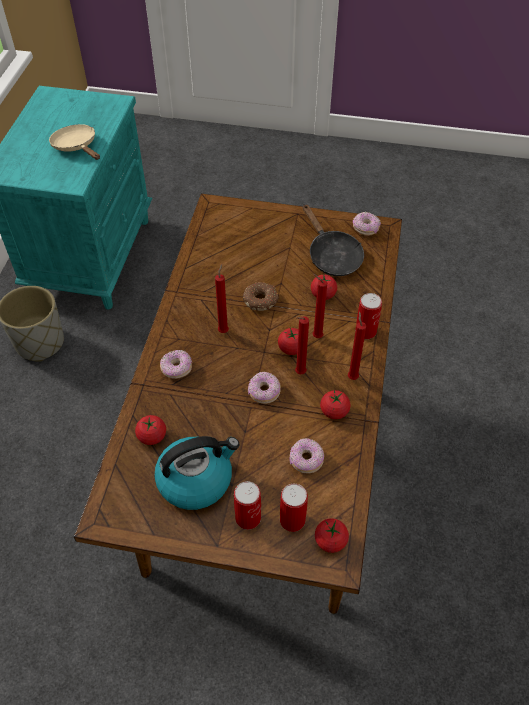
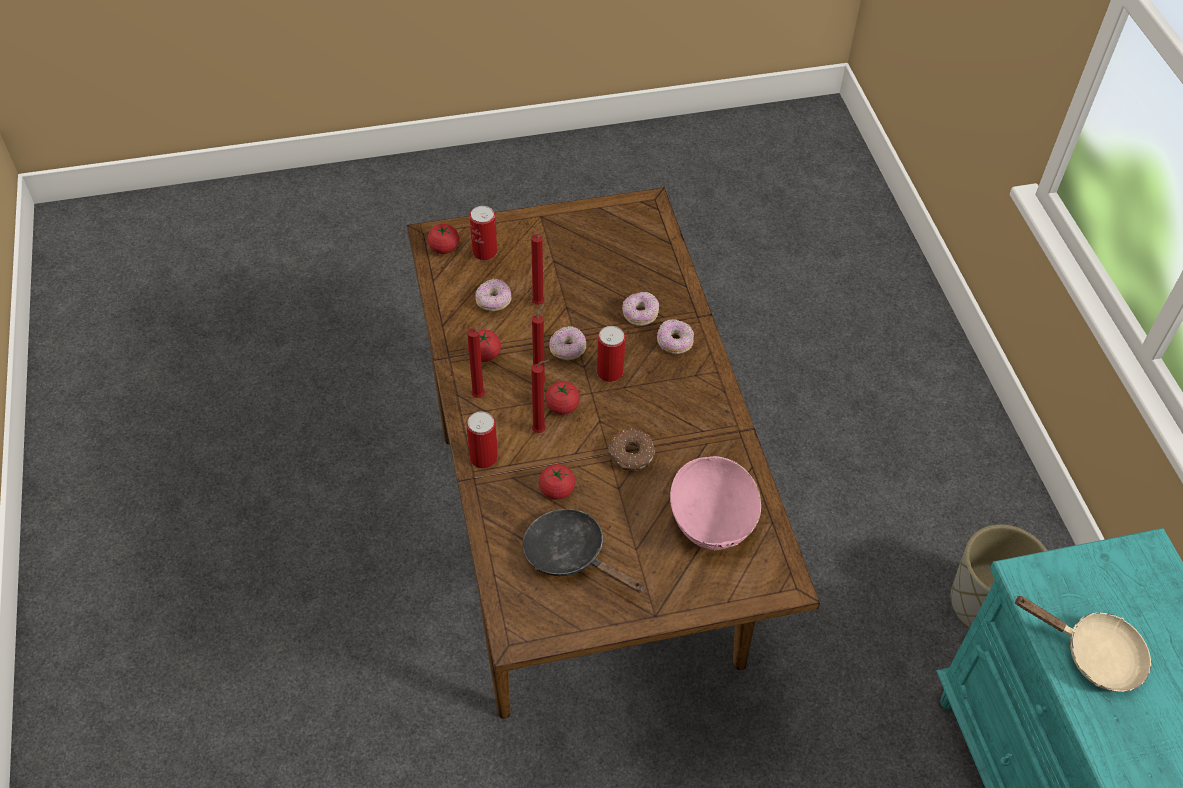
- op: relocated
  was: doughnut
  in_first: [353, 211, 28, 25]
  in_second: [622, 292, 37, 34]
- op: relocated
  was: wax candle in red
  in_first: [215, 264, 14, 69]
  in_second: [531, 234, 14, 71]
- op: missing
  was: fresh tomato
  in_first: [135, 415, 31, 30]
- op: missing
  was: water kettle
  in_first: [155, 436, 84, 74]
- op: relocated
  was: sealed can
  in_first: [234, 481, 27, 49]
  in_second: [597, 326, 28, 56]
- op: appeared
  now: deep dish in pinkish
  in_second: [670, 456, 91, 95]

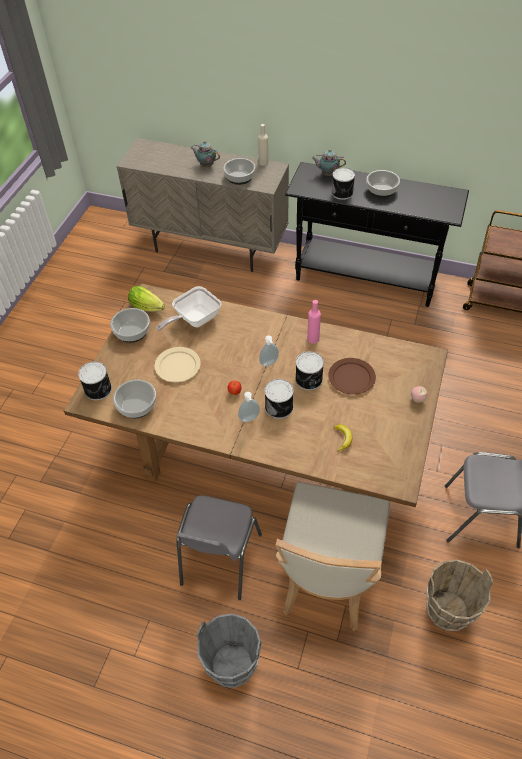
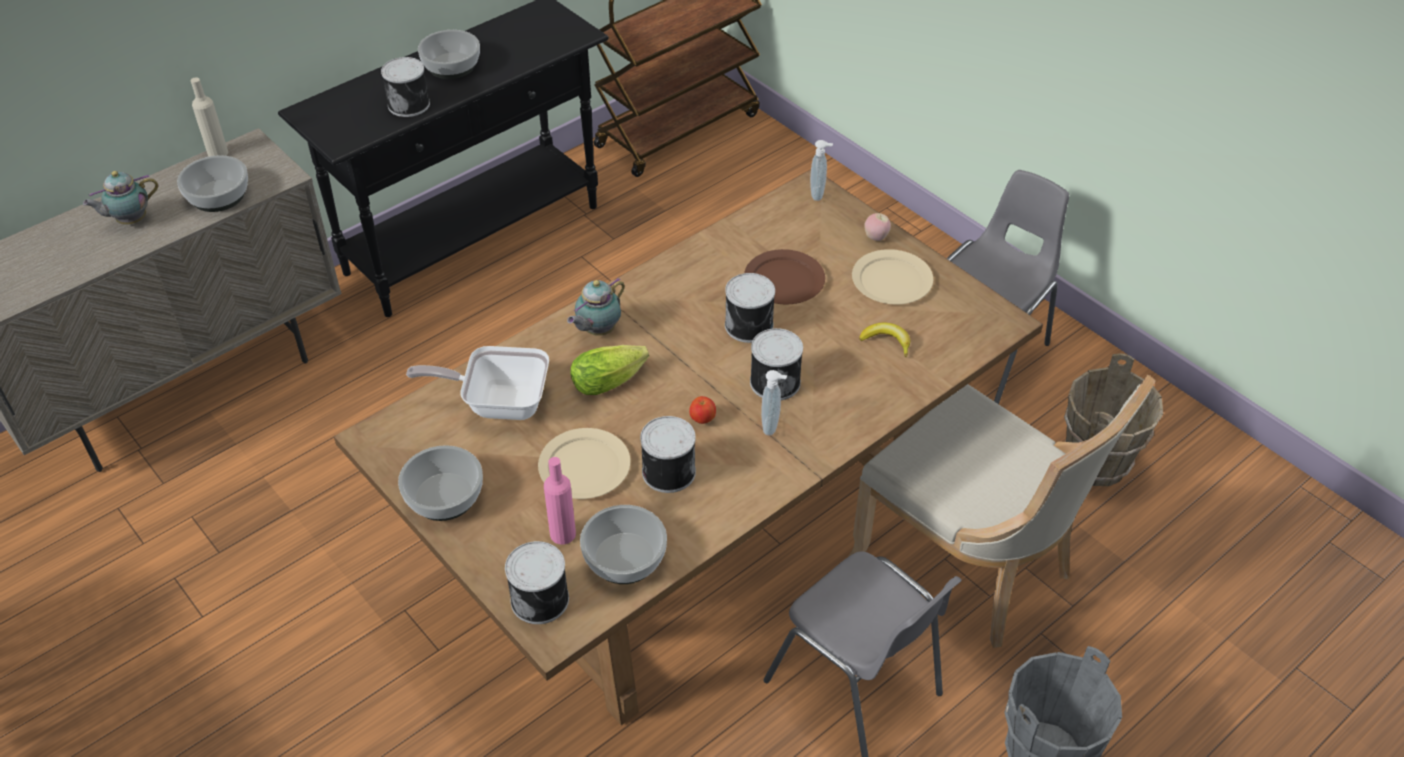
- op: relocated
  was: tea pot
  in_first: [312, 149, 34, 27]
  in_second: [567, 278, 58, 58]
- op: relocated
  was: lettuce
  in_first: [128, 286, 37, 26]
  in_second: [570, 345, 79, 50]
- op: spun
  was: skillet
  in_first: [156, 286, 65, 45]
  in_second: [406, 346, 143, 74]
  clockwise: 105
- op: relocated
  was: drink bottle in pinkish
  in_first: [307, 300, 14, 44]
  in_second: [544, 457, 32, 87]
- op: relocated
  was: liquid soap bottle
  in_first: [259, 335, 20, 32]
  in_second: [810, 140, 23, 61]
- op: appeared
  now: flat dish in beige
  in_second: [852, 249, 81, 55]
- op: appeared
  now: sealed can
  in_second: [640, 416, 56, 77]

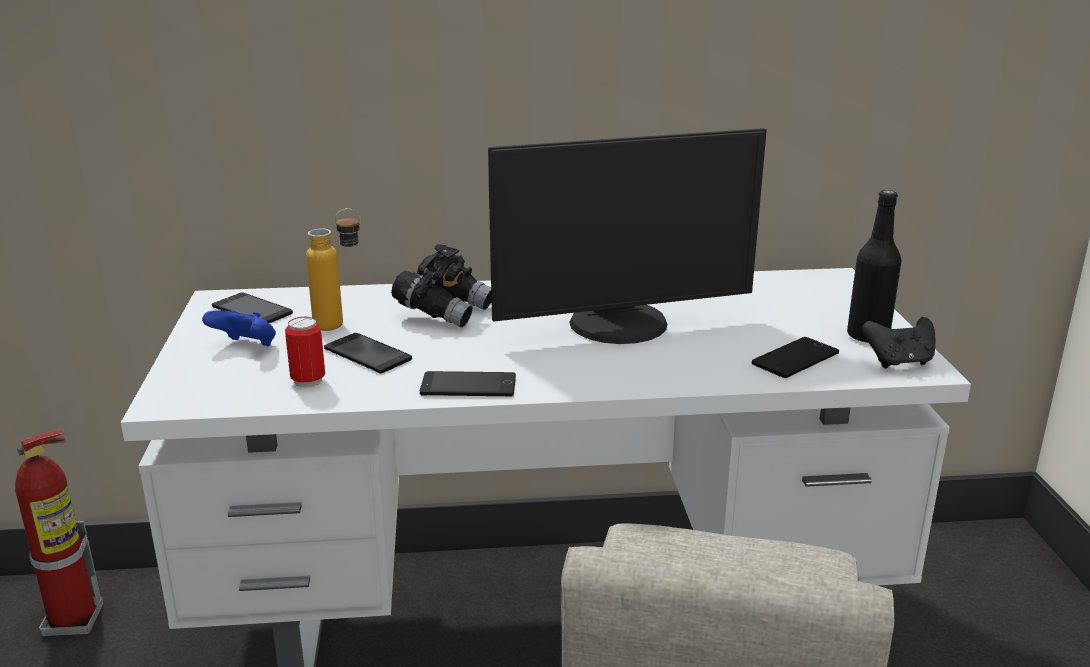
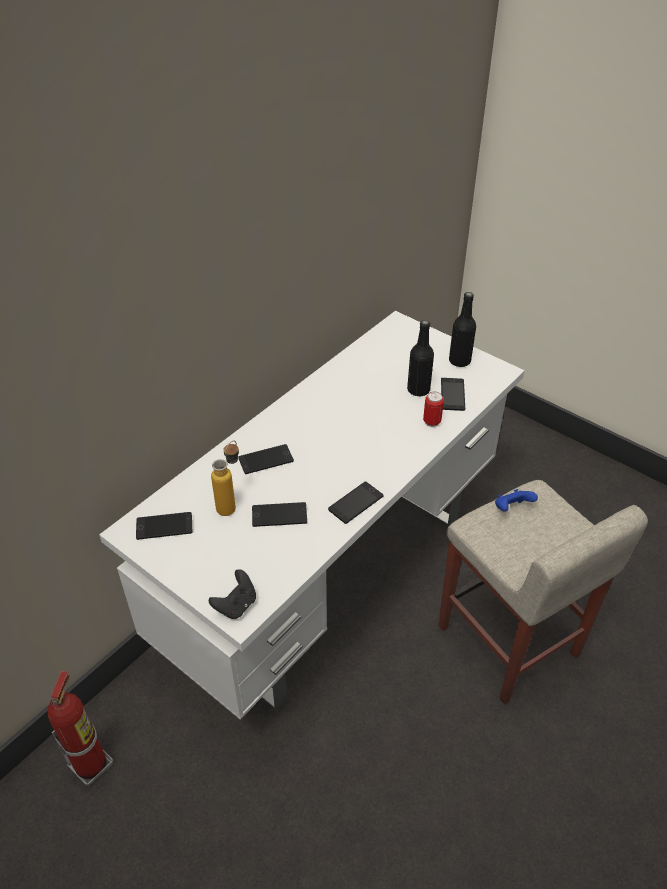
- op: missing
  was: computer display
  in_first: [488, 128, 279, 216]
- op: exchanged
  was: binoculars in black-coloured
  now: phone
  in_first: [391, 244, 101, 84]
  in_second: [239, 444, 55, 30]
- op: relocated
  was: game controller in bluish
  in_first: [202, 310, 74, 36]
  in_second: [495, 489, 43, 22]
- op: relocated
  was: sealed can
  in_first: [285, 317, 40, 71]
  in_second: [423, 392, 21, 35]
- op: relocated
  was: game controller in black-coloured
  in_first: [862, 317, 73, 51]
  in_second: [209, 569, 47, 50]
- op: appeared
  now: drink bottle in black-coloured
  in_second: [407, 320, 27, 76]

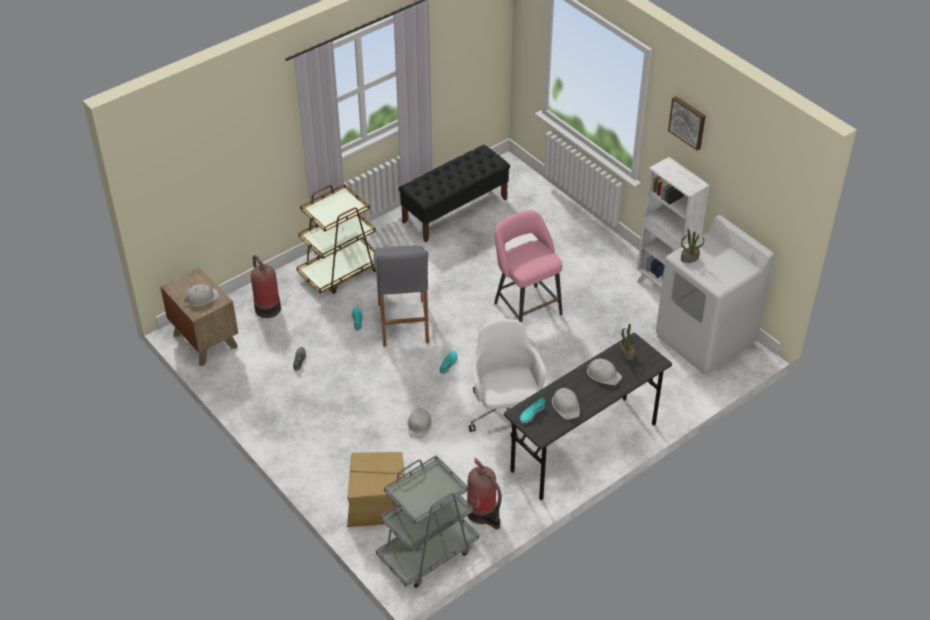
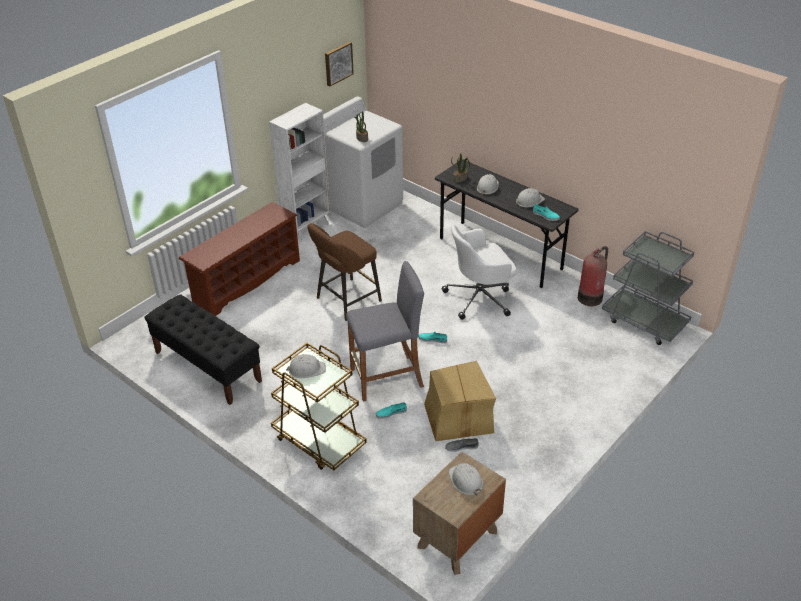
- op: relocated
  was: wall picture
  in_first: [668, 96, 37, 55]
  in_second: [325, 42, 29, 44]
- op: colour
  was: sitting stool in pinkish
  now: sitting stool in brownish
  in_first: [494, 211, 68, 112]
  in_second: [308, 223, 74, 98]
- op: missing
  was: fire-fighting cylinder
  in_first: [251, 255, 30, 63]
- op: relocated
  was: work helmet in white
  in_first: [407, 408, 25, 30]
  in_second: [286, 354, 40, 24]
- op: relocated
  was: packing box
  in_first: [347, 452, 58, 75]
  in_second: [424, 361, 72, 80]
- op: appeared
  now: shoe stand in brownish
  in_second: [179, 202, 121, 114]

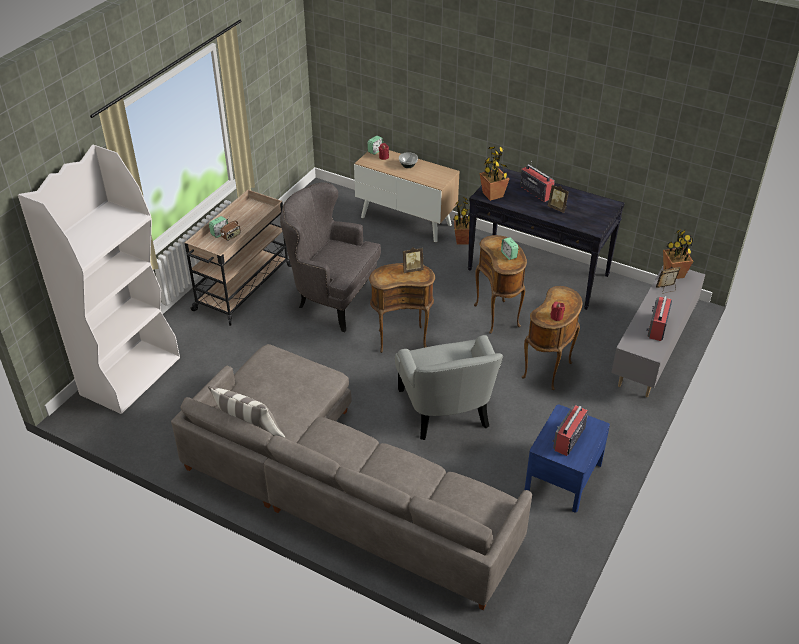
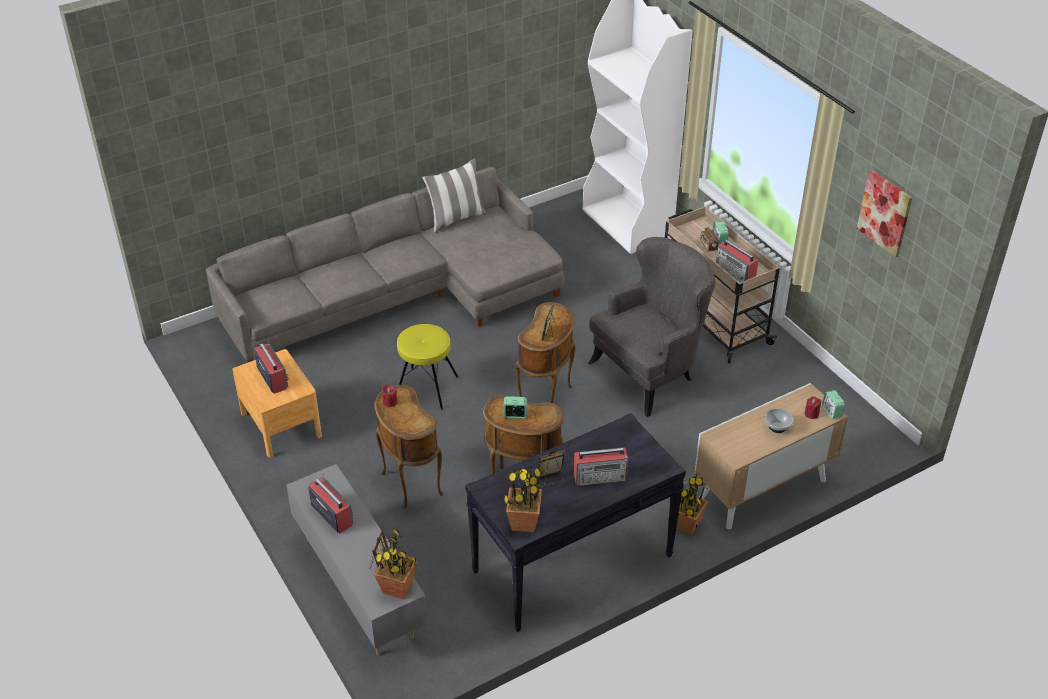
- op: relocated
  was: houseplant
  in_first: [480, 146, 29, 55]
  in_second: [503, 467, 40, 65]
- op: exchanged
  was: lounge chair in greyish
  now: sitting stool in yellow
  in_first: [395, 335, 108, 105]
  in_second: [397, 324, 61, 86]
- op: colour
  was: nightstand in bluish
  now: nightstand in brownish
  in_first: [524, 404, 86, 109]
  in_second: [232, 349, 90, 109]
- op: appeared
  now: wall picture
  in_second: [857, 169, 55, 89]
- op: appeared
  now: radio set
  in_second: [716, 240, 42, 42]

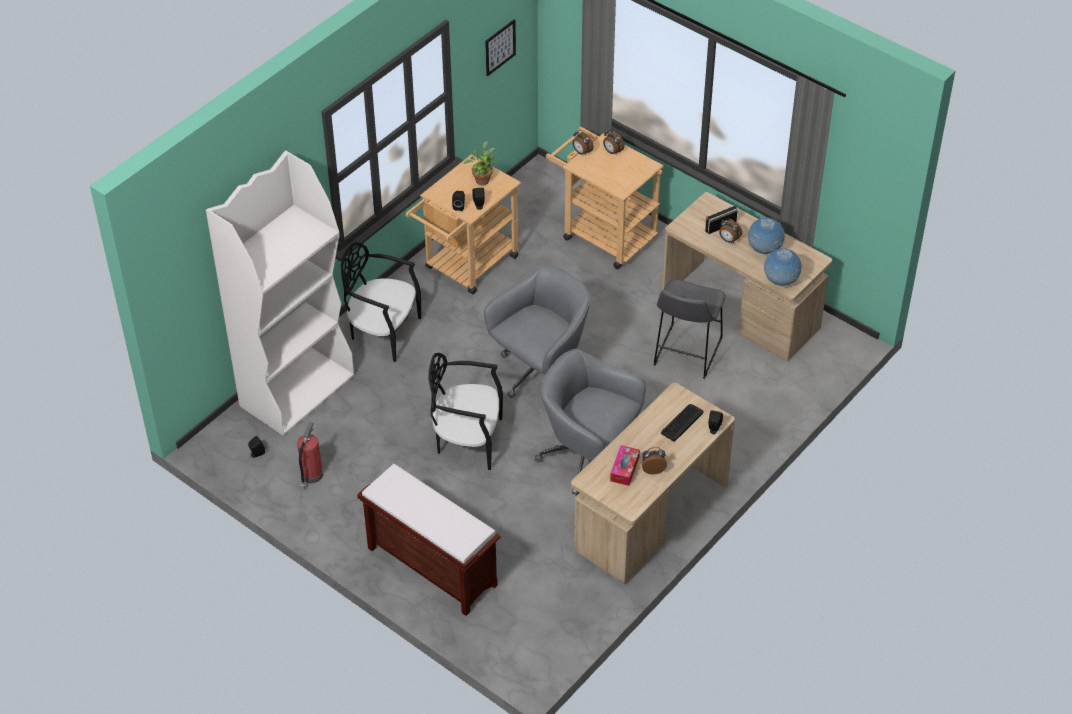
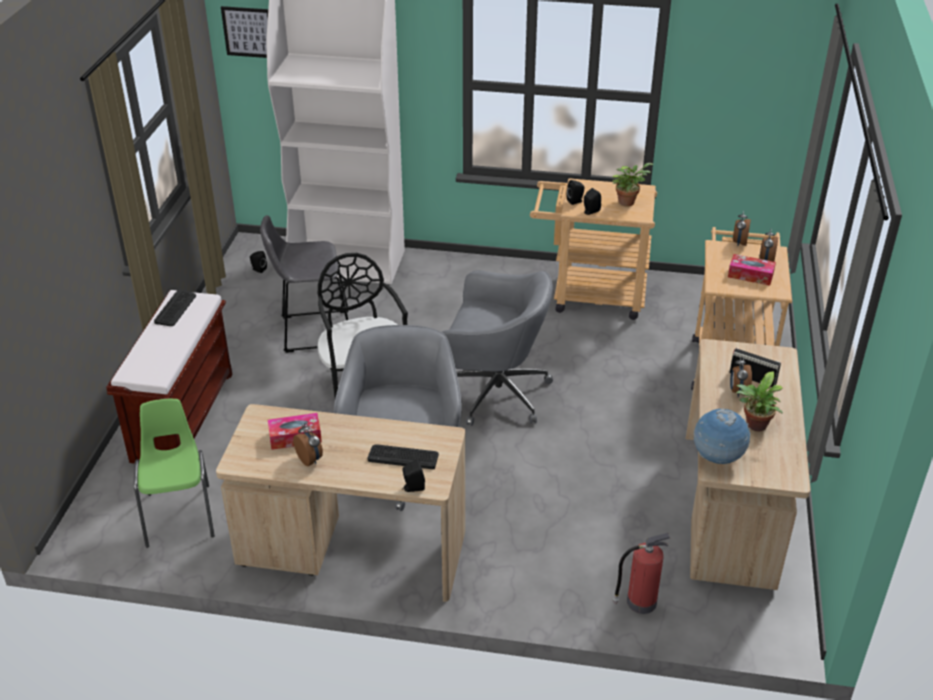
- op: relocated
  was: wall picture
  in_first: [485, 19, 31, 57]
  in_second: [221, 6, 47, 52]
- op: exchanged
  was: world globe
  now: houseplant
  in_first: [748, 217, 37, 37]
  in_second: [736, 371, 47, 60]
- op: missing
  was: chair in black-coloured
  in_first: [341, 242, 80, 120]
- op: relocated
  was: sitting stool in greyish
  in_first: [653, 279, 73, 100]
  in_second: [260, 215, 89, 138]
- op: relocated
  was: fire-fighting cylinder
  in_first: [297, 422, 26, 67]
  in_second: [613, 533, 57, 81]
- op: appeared
  now: tissue box
  in_second: [728, 254, 48, 32]
- op: appeared
  now: PC keyboard
  in_second: [154, 289, 42, 37]
- op: appeared
  now: chair in greenish
  in_second: [134, 399, 81, 149]

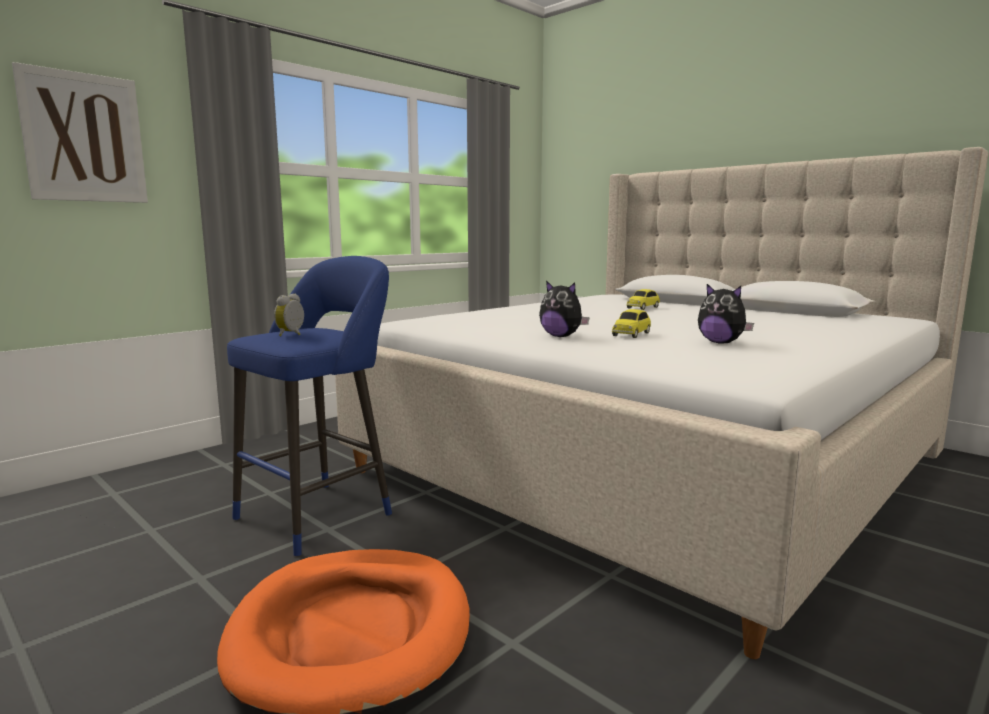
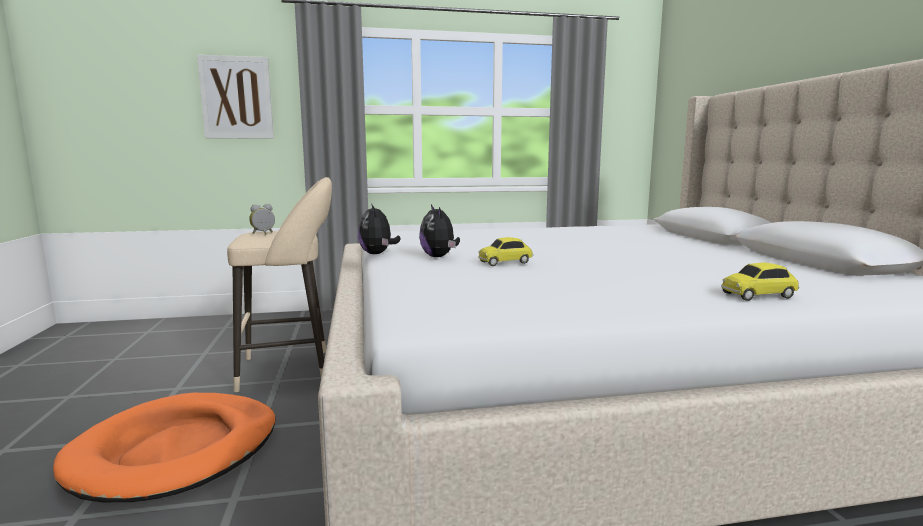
- op: colour
  was: sitting stool in bluish
  now: sitting stool in beige
  in_first: [227, 256, 165, 300]
  in_second: [227, 177, 105, 215]
- op: relocated
  was: cuddly toy
  in_first: [698, 284, 56, 60]
  in_second: [358, 203, 43, 51]
- op: relocated
  was: miniature car
  in_first: [627, 289, 33, 21]
  in_second: [721, 262, 78, 39]

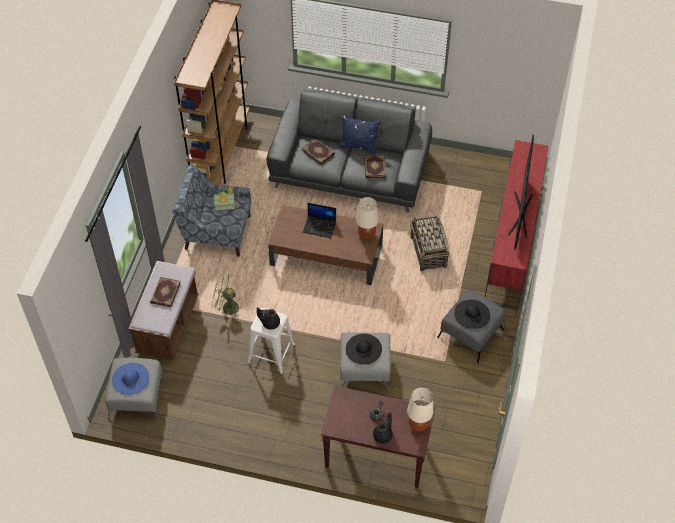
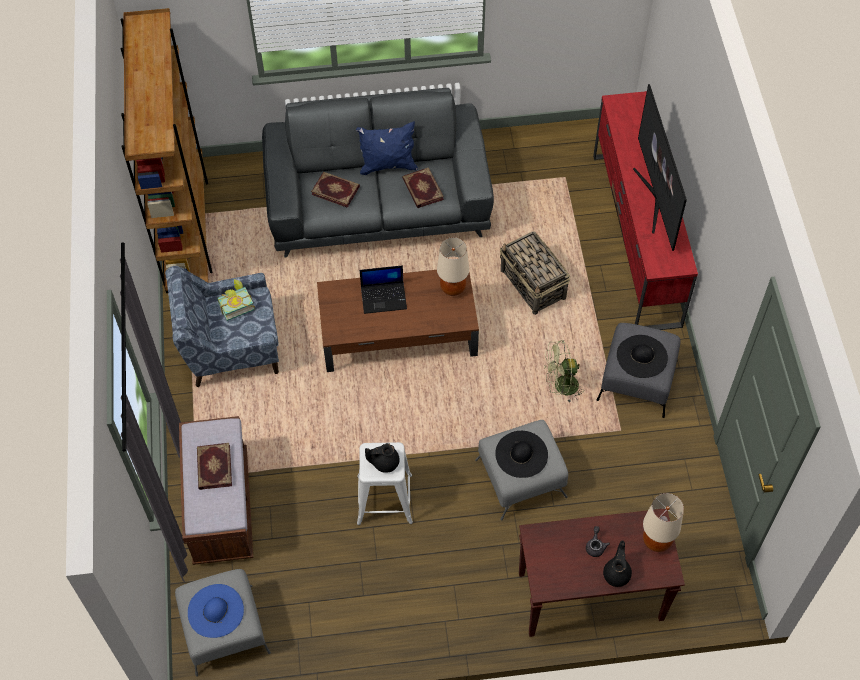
- op: relocated
  was: cooling fan in greenish
  in_first: [212, 274, 27, 46]
  in_second: [544, 340, 40, 63]

